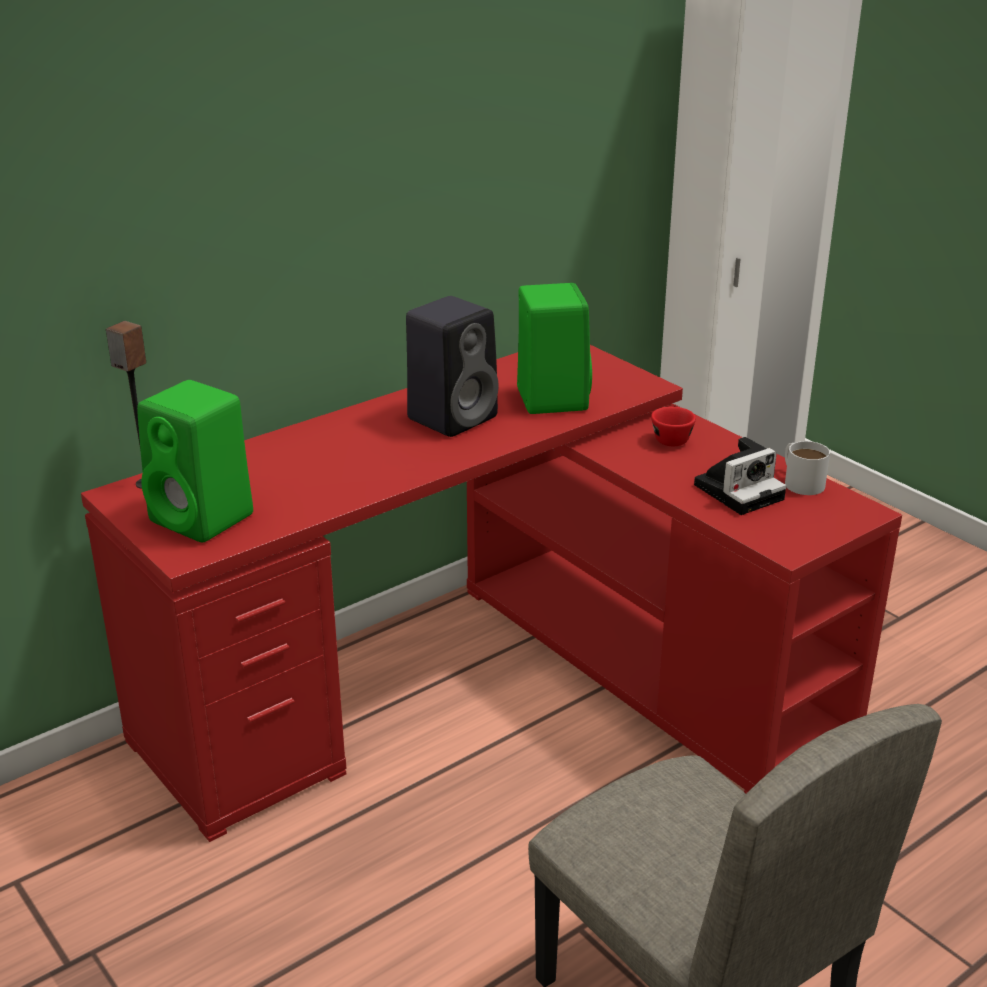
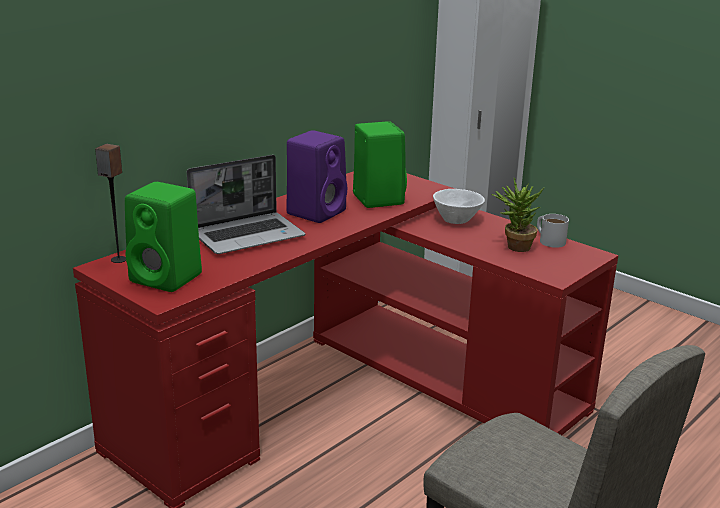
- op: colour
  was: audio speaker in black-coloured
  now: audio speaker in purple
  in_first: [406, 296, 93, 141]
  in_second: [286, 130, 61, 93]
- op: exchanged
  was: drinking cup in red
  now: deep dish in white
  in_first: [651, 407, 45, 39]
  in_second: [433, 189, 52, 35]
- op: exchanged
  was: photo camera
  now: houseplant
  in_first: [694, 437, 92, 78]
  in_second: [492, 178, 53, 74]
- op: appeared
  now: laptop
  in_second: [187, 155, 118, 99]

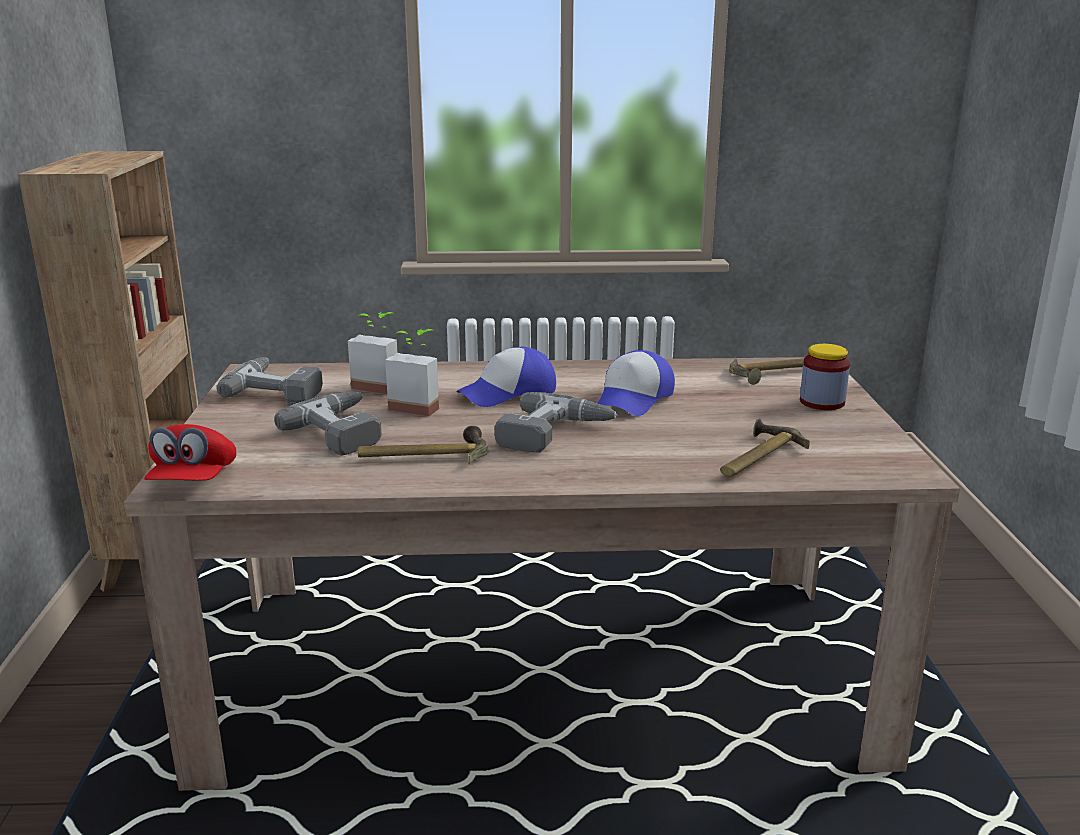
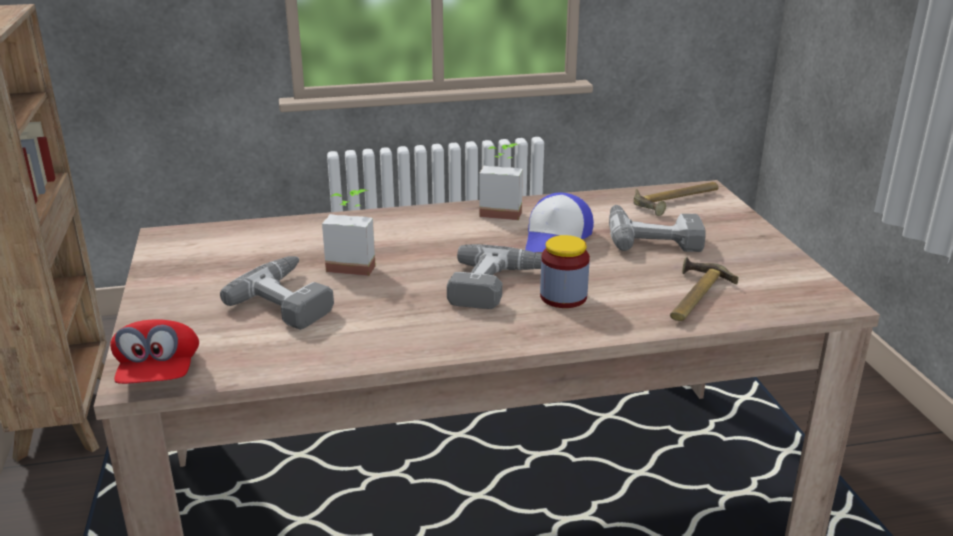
- op: relocated
  was: houseplant
  in_first: [348, 312, 49, 83]
  in_second: [479, 143, 44, 77]
- op: relocated
  was: storage jar
  in_first: [800, 344, 50, 66]
  in_second: [540, 235, 50, 73]
- op: missing
  was: peaked cap
  in_first: [457, 347, 99, 60]
- op: relocated
  was: drill
  in_first: [216, 357, 107, 47]
  in_second: [609, 205, 97, 47]
- op: missing
  was: tool hammer
  in_first: [358, 425, 130, 39]

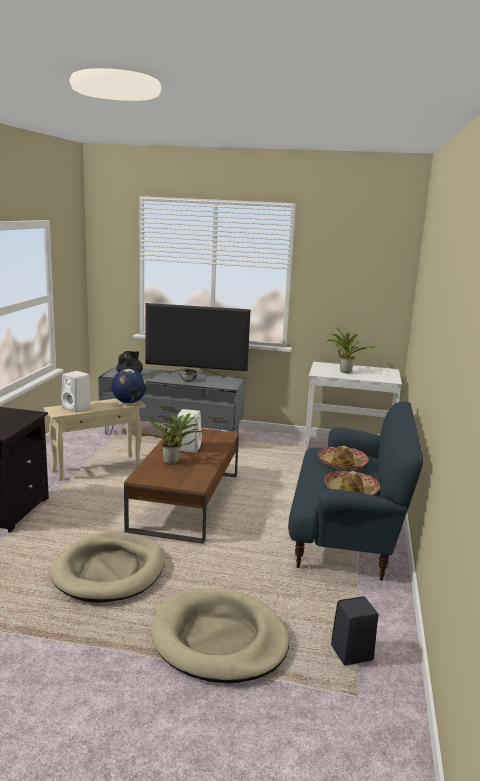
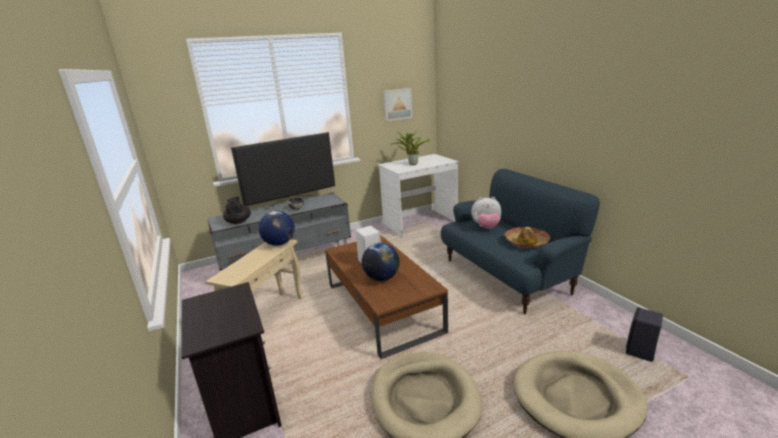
- op: missing
  was: audio speaker in white
  in_first: [61, 371, 30, 41]
- op: exchanged
  was: houseplant
  now: world globe
  in_first: [141, 413, 66, 52]
  in_second: [362, 243, 38, 38]
- op: exchanged
  was: clothing hat
  now: cuddly toy
  in_first: [318, 446, 51, 24]
  in_second: [471, 197, 30, 32]
- op: appeared
  now: wall picture
  in_second: [384, 88, 28, 33]

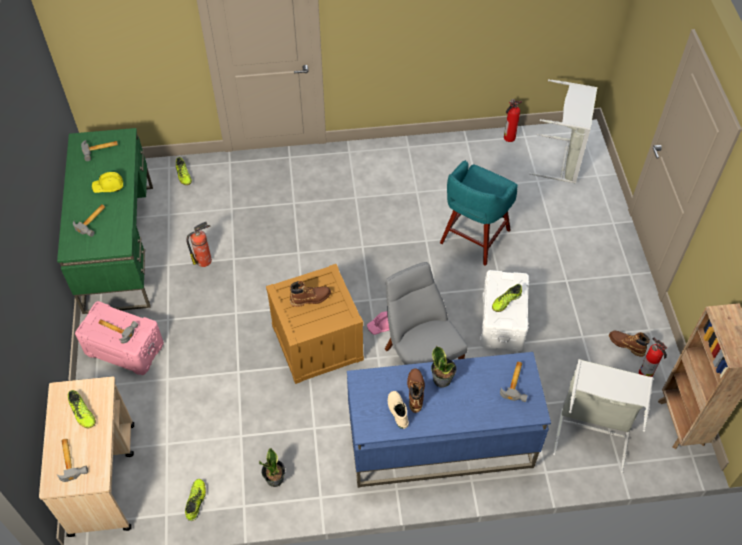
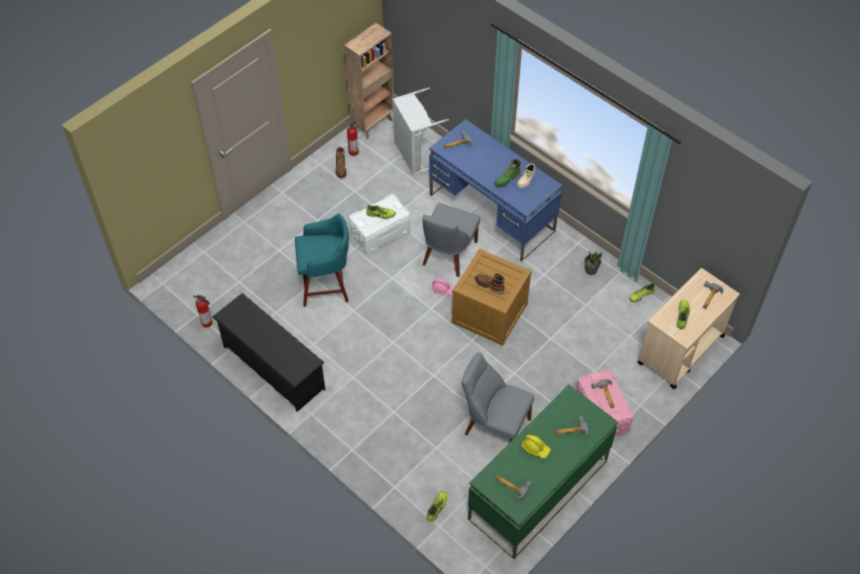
- op: missing
  was: laundry basket in greyish
  in_first: [529, 79, 68, 105]
- op: exchanged
  was: fire-fighting cylinder
  now: chair in greyish
  in_first: [186, 222, 26, 45]
  in_second: [461, 353, 73, 89]
- op: missing
  was: houseplant
  in_first: [431, 346, 26, 41]
- op: colour
  was: high-top boot in brownish
  now: high-top boot in greenish
  in_first: [407, 368, 18, 45]
  in_second: [495, 159, 26, 28]
- op: appeared
  now: shoe stand in black-coloured
  in_second: [212, 293, 113, 119]

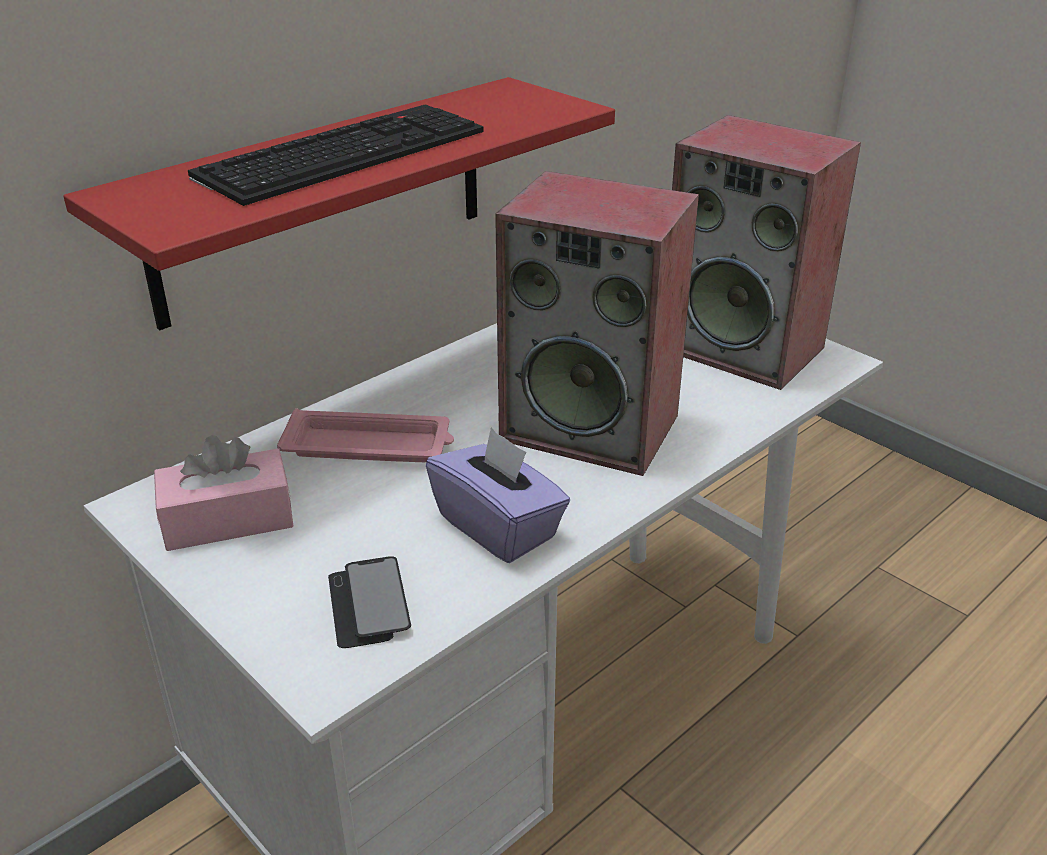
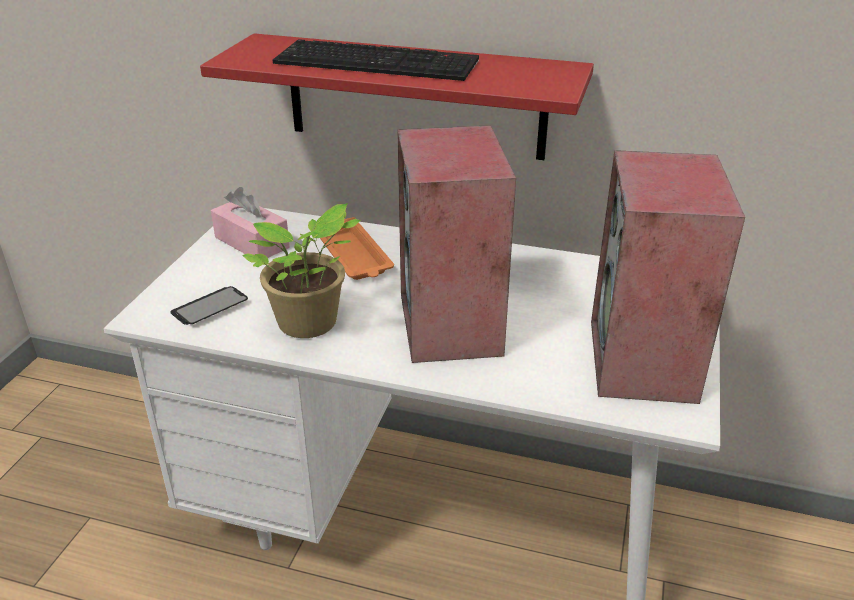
- op: colour
  was: serving tray in pinkish
  now: serving tray in orange-coloured
  in_first: [277, 409, 177, 53]
  in_second: [320, 217, 74, 63]
- op: exchanged
  was: tissue box in purple
  now: houseplant
  in_first: [426, 427, 144, 136]
  in_second: [242, 203, 119, 135]

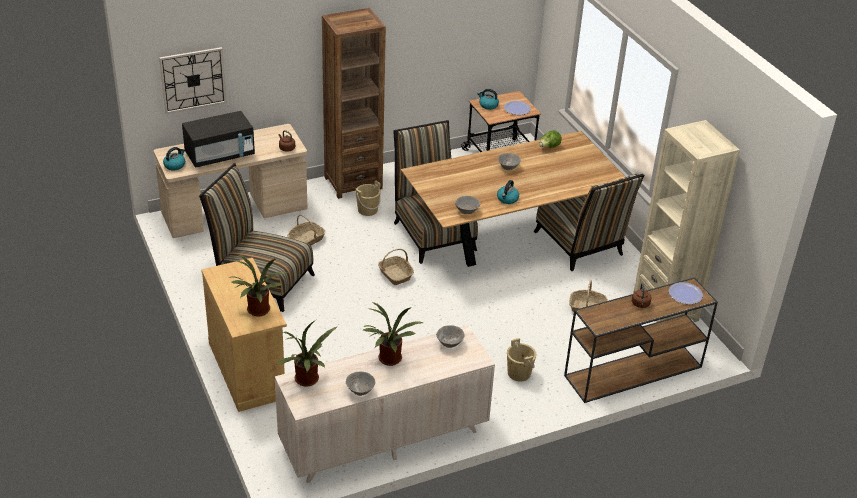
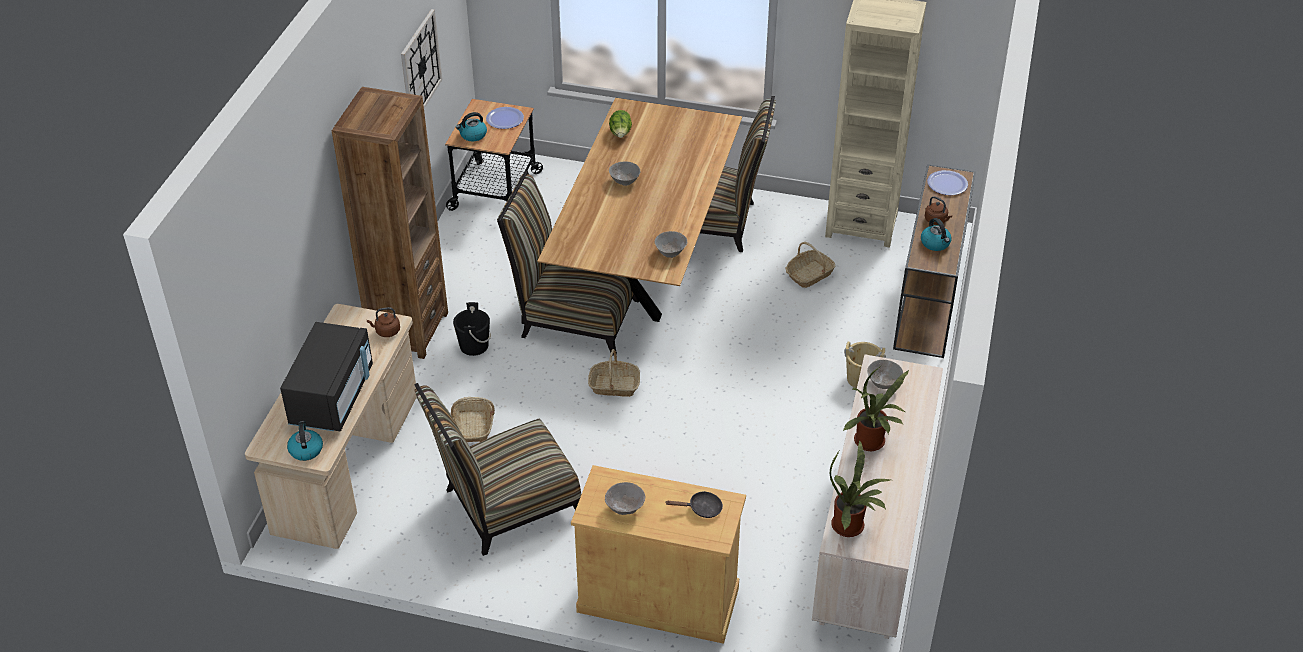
- op: relocated
  was: clock on the wall
  in_first: [159, 47, 68, 67]
  in_second: [401, 9, 41, 99]
- op: relocated
  was: water kettle
  in_first: [497, 180, 22, 24]
  in_second: [921, 218, 31, 33]
- op: colour
  was: water bucket in beige
  now: water bucket in black-coloured
  in_first: [356, 181, 25, 35]
  in_second: [453, 302, 38, 54]
- op: exchanged
  was: houseplant
  now: skillet in black-coloured
  in_first: [229, 254, 58, 62]
  in_second: [665, 491, 58, 27]
- op: relocated
  was: deep dish in greyish
  in_first: [346, 372, 29, 24]
  in_second: [605, 482, 40, 33]

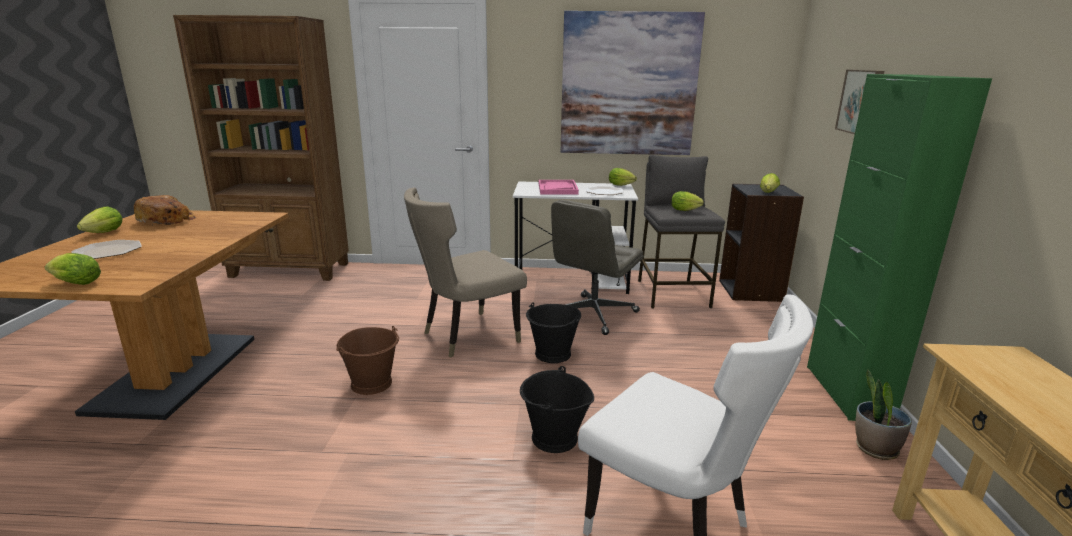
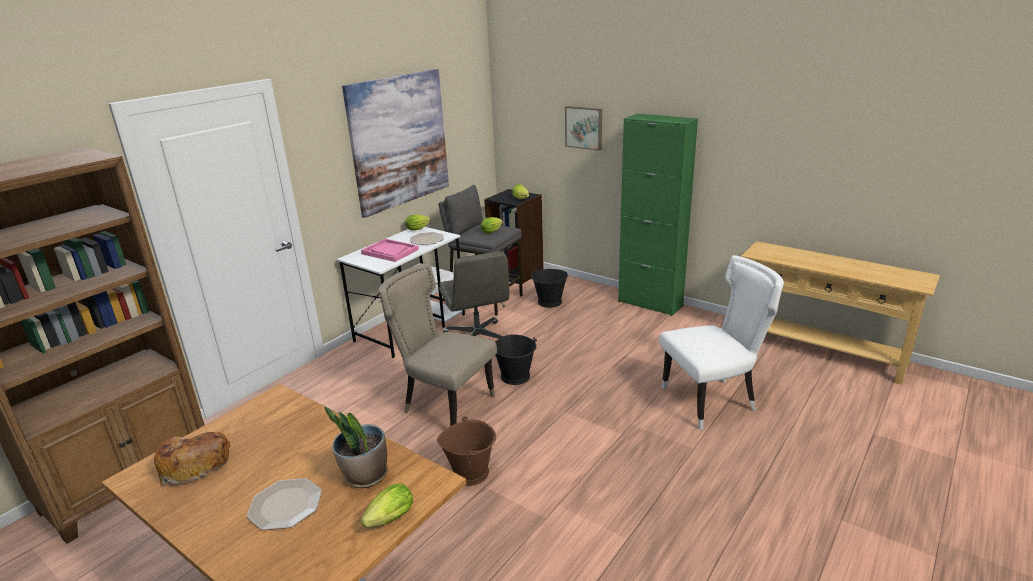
- op: spun
  was: chair in beige
  in_first: [404, 187, 123, 170]
  in_second: [378, 263, 119, 163]
  clockwise: 120
- op: missing
  was: lettuce
  in_first: [77, 206, 45, 27]
- op: relocated
  was: water bucket in black-coloured
  in_first: [520, 366, 74, 87]
  in_second: [531, 268, 37, 40]
- op: relocated
  was: houseplant
  in_first: [855, 370, 57, 90]
  in_second: [324, 406, 64, 82]

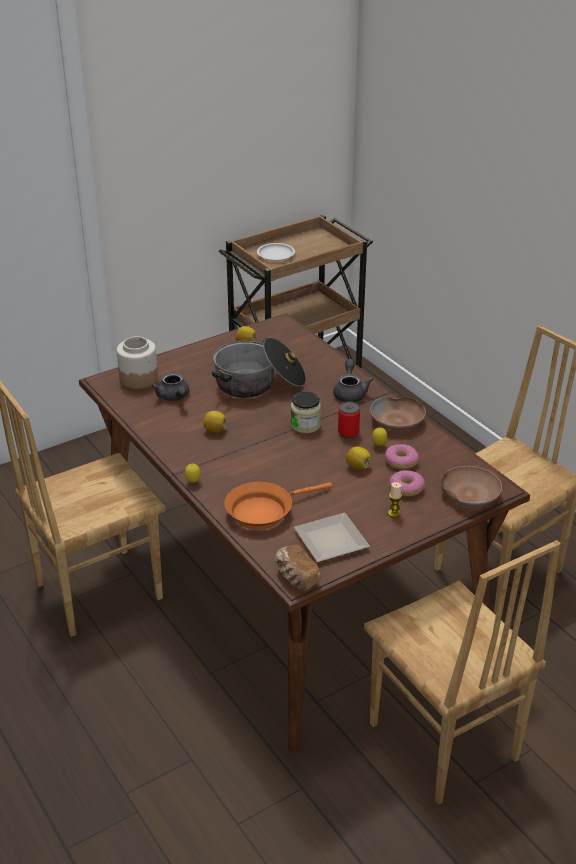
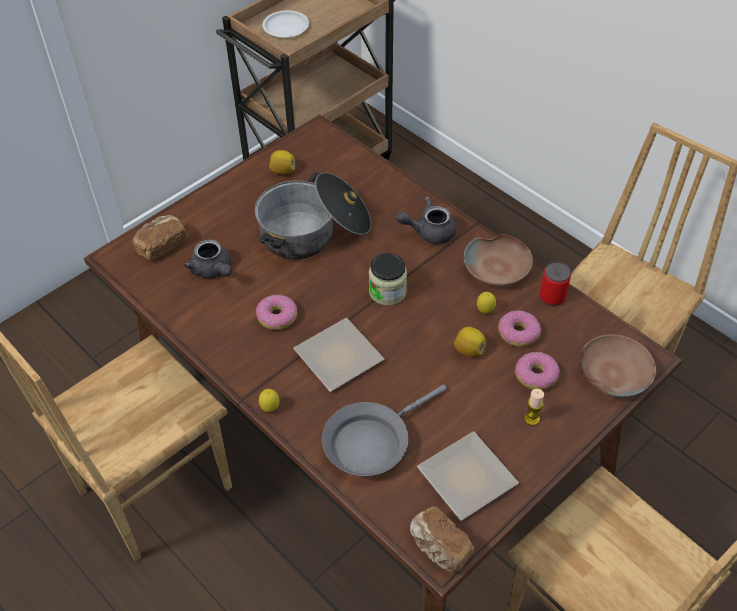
- op: exchanged
  was: storage jar
  now: bread
  in_first: [117, 336, 41, 53]
  in_second: [132, 215, 55, 45]
- op: spun
  was: tea pot in greyish
  in_first: [333, 359, 40, 43]
  in_second: [396, 197, 60, 47]
  clockwise: -90
- op: relocated
  was: sealed can
  in_first: [338, 401, 22, 38]
  in_second: [540, 262, 31, 44]
- op: exchanged
  was: whole lemon
  now: doughnut
  in_first: [203, 411, 24, 21]
  in_second: [256, 295, 41, 35]
- op: colour
  was: skillet in orange-coloured
  now: skillet in greyish
  in_first: [225, 482, 107, 48]
  in_second: [322, 384, 125, 92]
- op: appeared
  now: flat dish
  in_second: [293, 318, 92, 73]

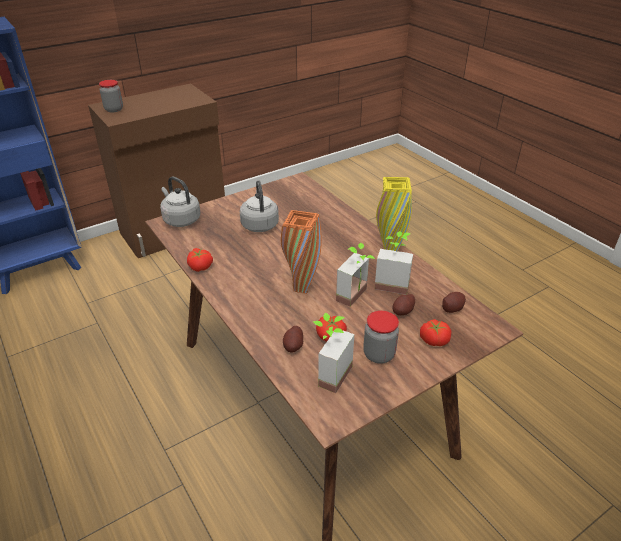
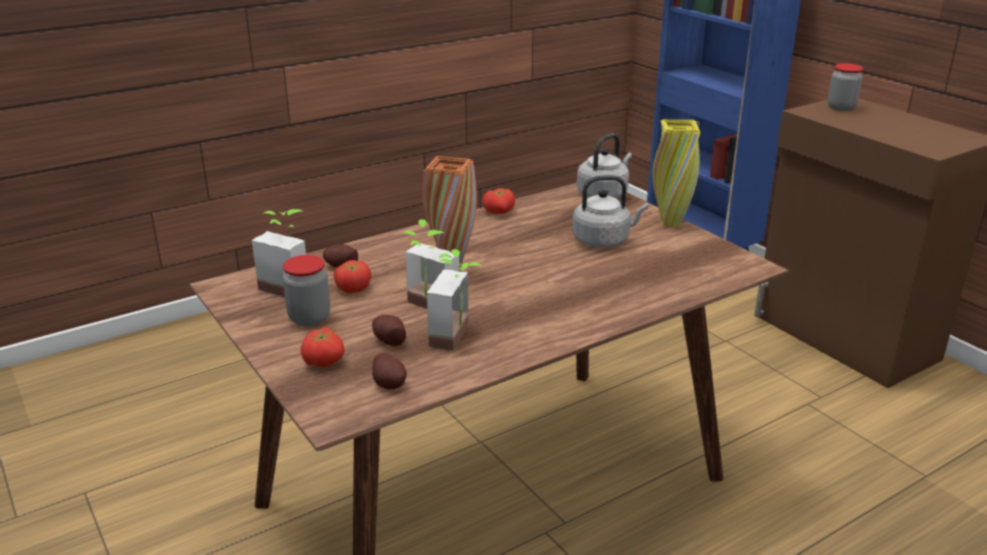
- op: relocated
  was: vase in yellow
  in_first: [376, 177, 36, 74]
  in_second: [652, 120, 48, 106]

